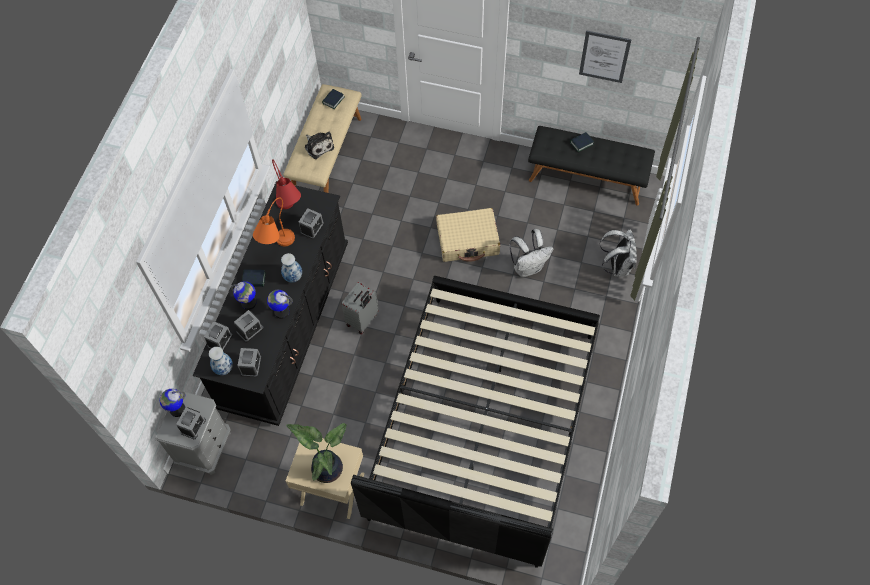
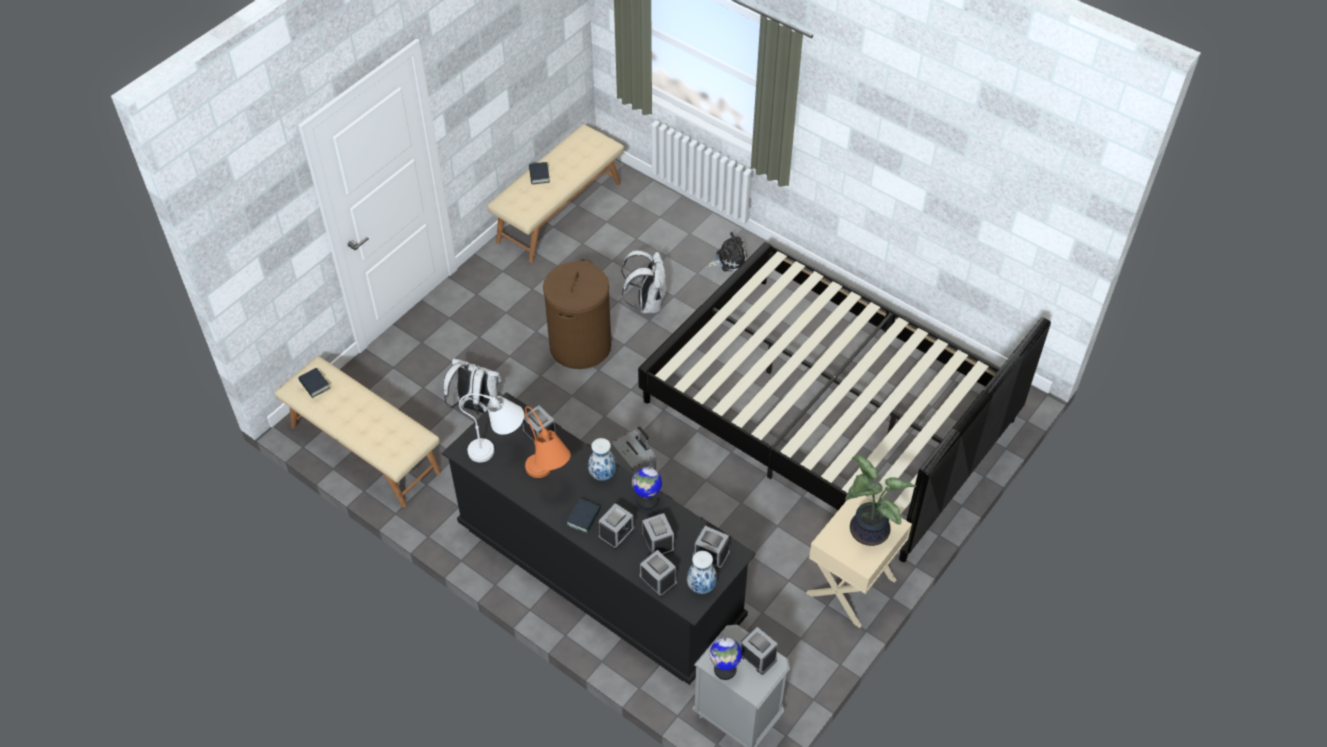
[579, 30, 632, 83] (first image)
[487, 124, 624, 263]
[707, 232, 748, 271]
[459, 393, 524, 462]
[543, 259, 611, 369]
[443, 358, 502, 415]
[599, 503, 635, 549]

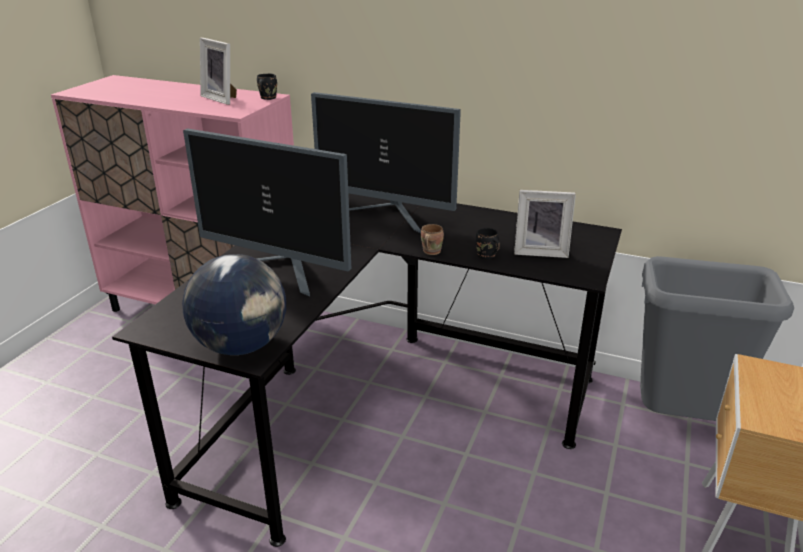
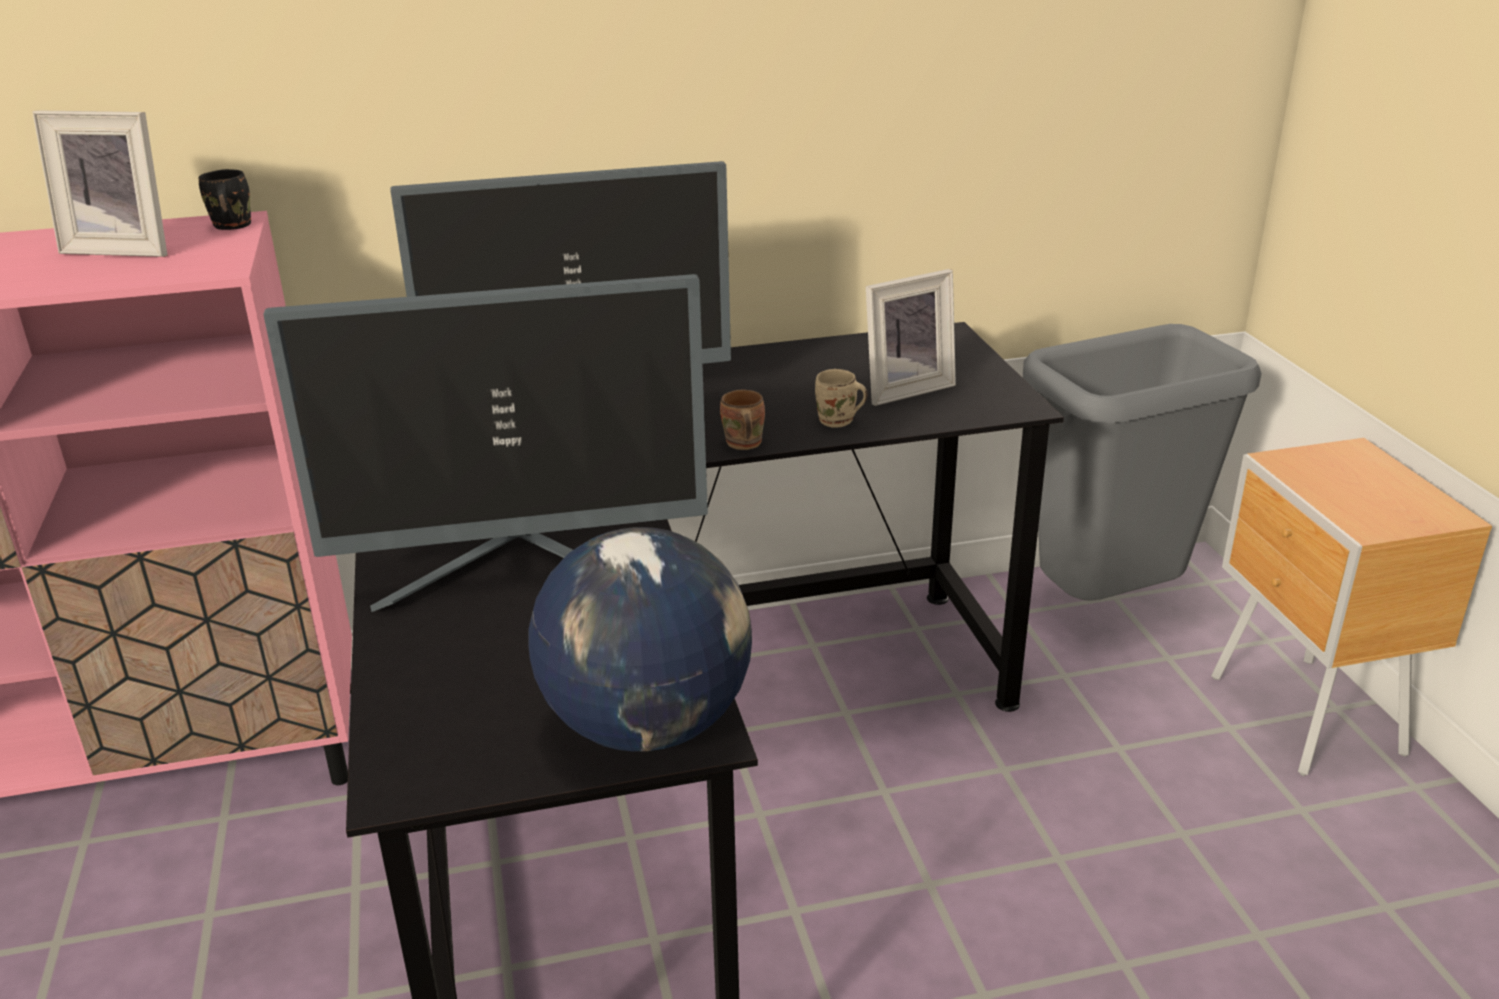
[815, 369, 867, 428]

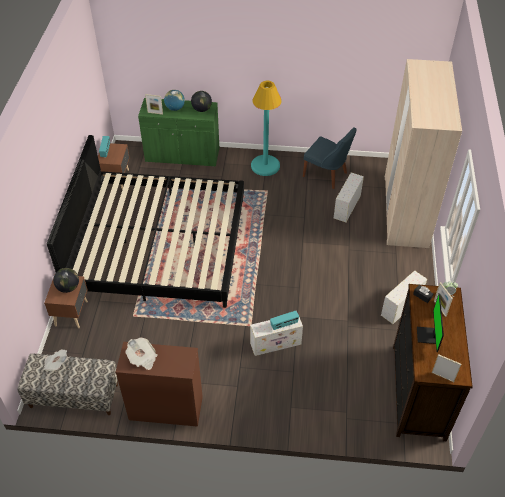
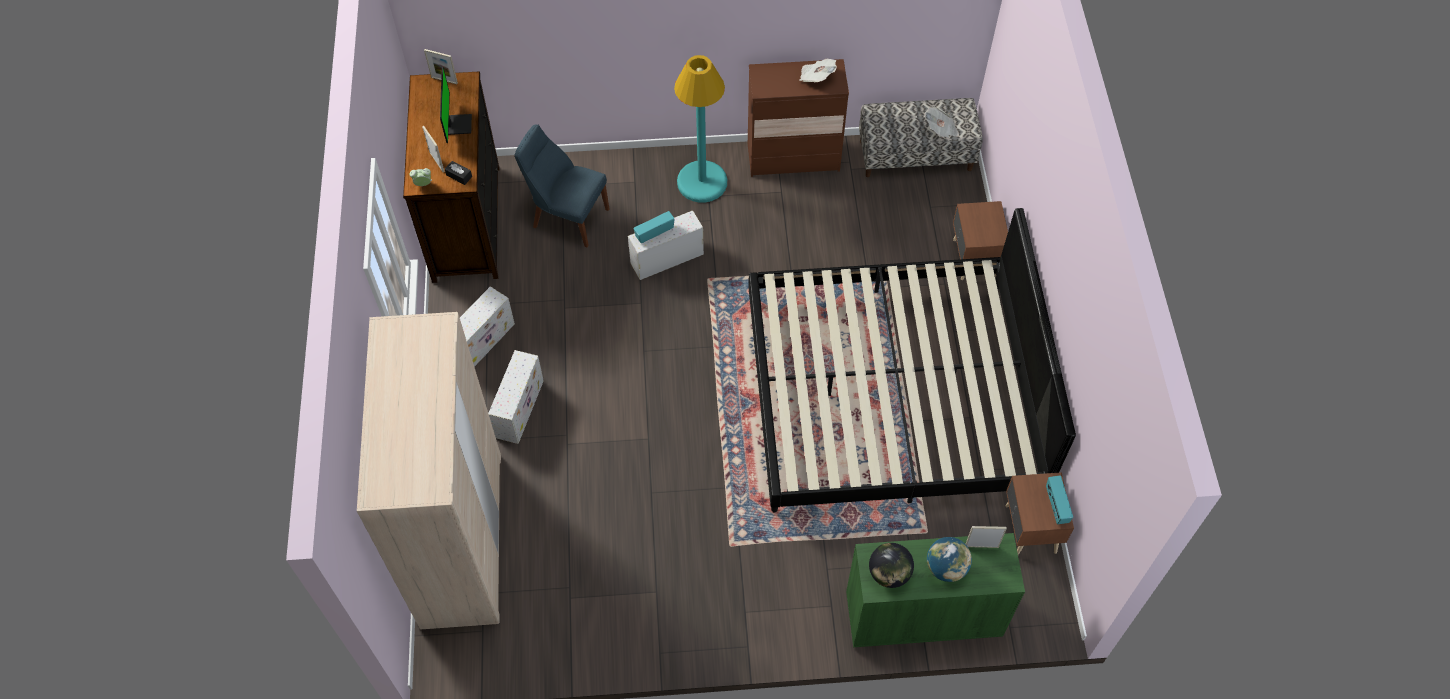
[674, 55, 727, 203]
[515, 124, 610, 247]
[488, 350, 544, 444]
[53, 268, 79, 293] (first image)

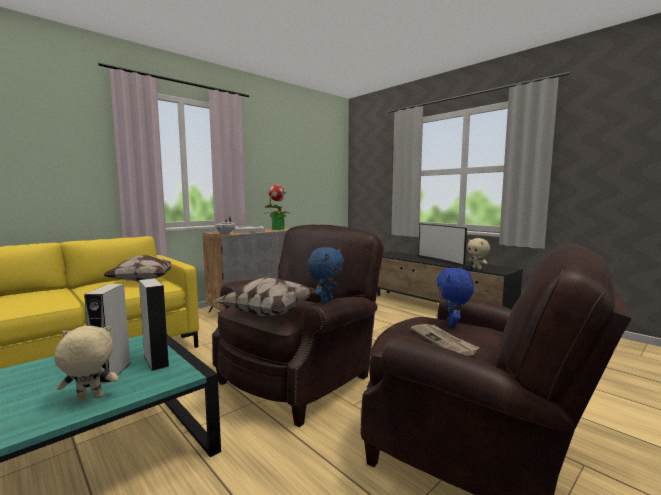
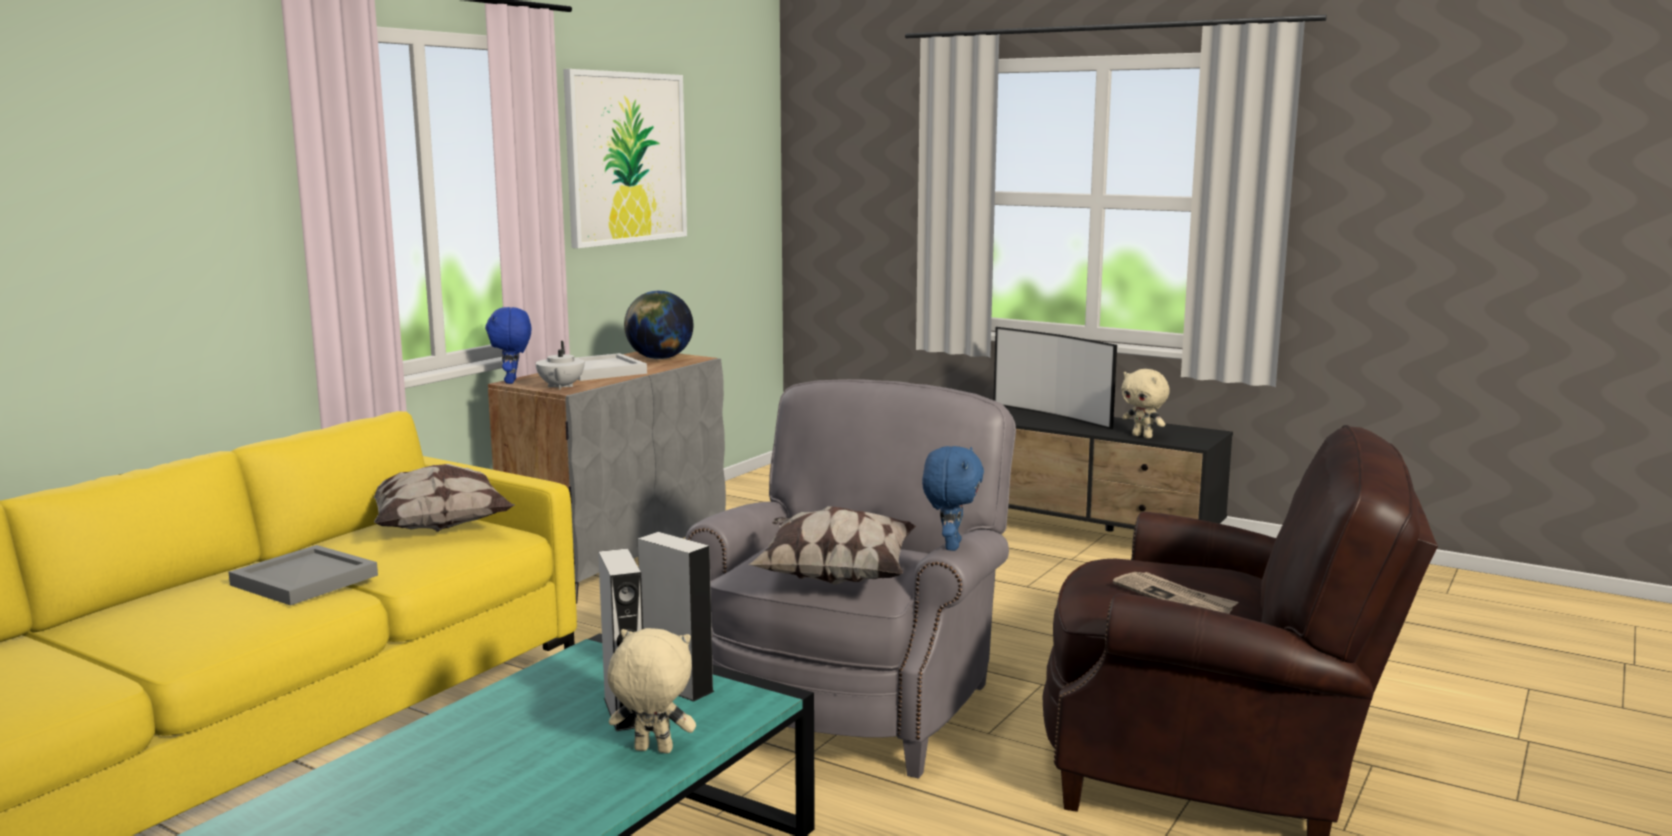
[624, 291, 693, 359]
[685, 379, 1016, 779]
[485, 307, 531, 384]
[607, 628, 696, 753]
[563, 69, 687, 248]
[229, 545, 378, 606]

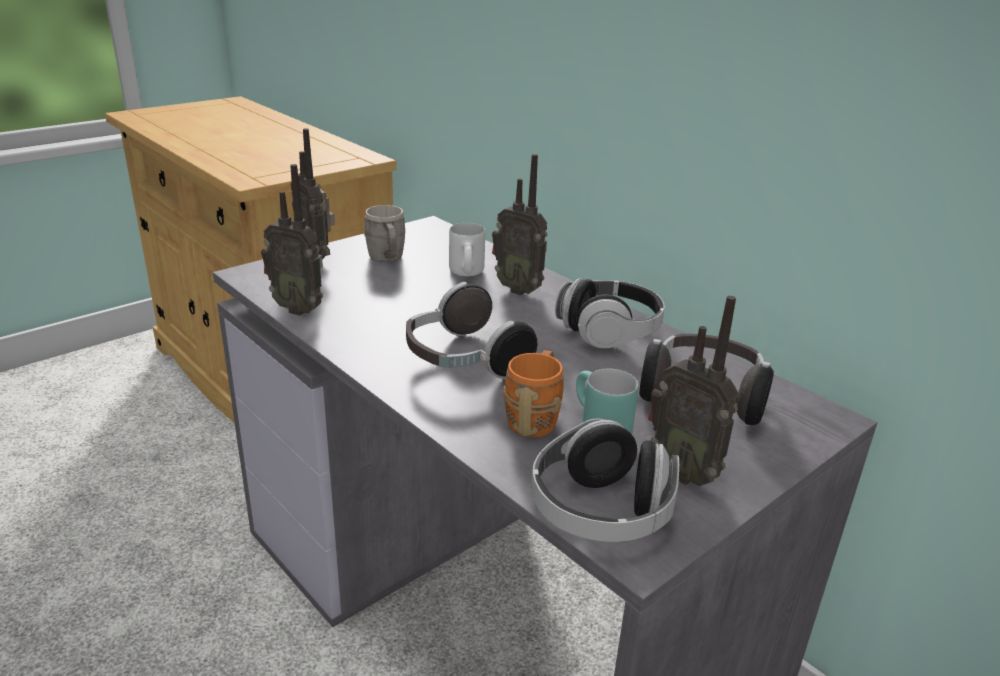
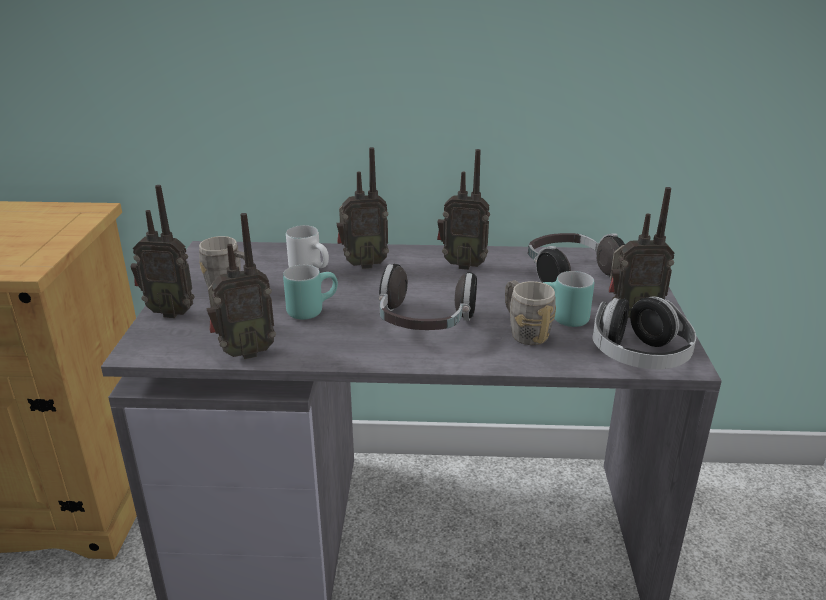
[437, 149, 490, 270]
[505, 281, 556, 345]
[283, 265, 338, 320]

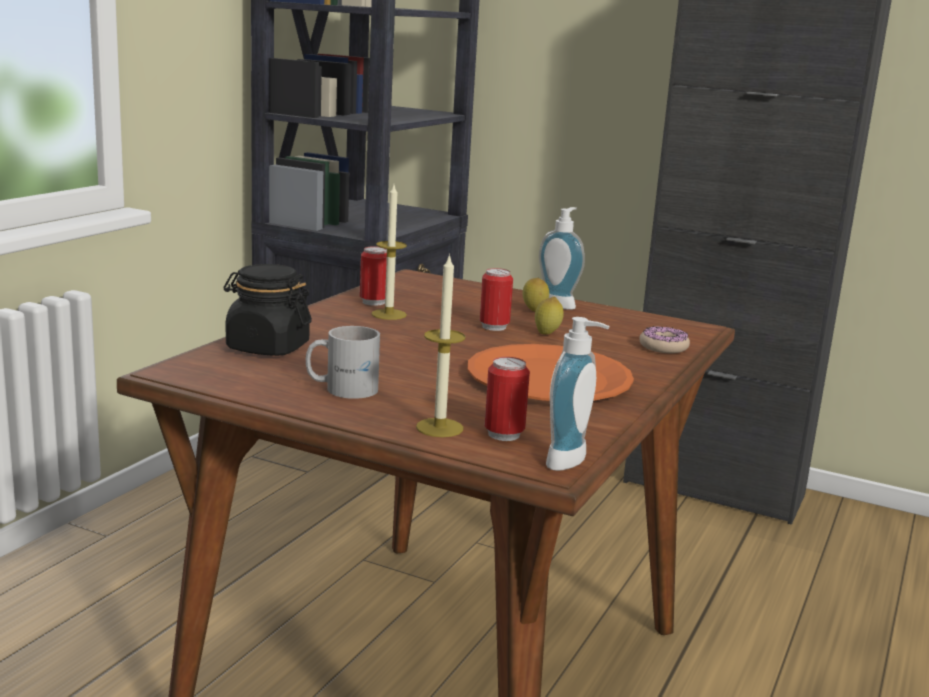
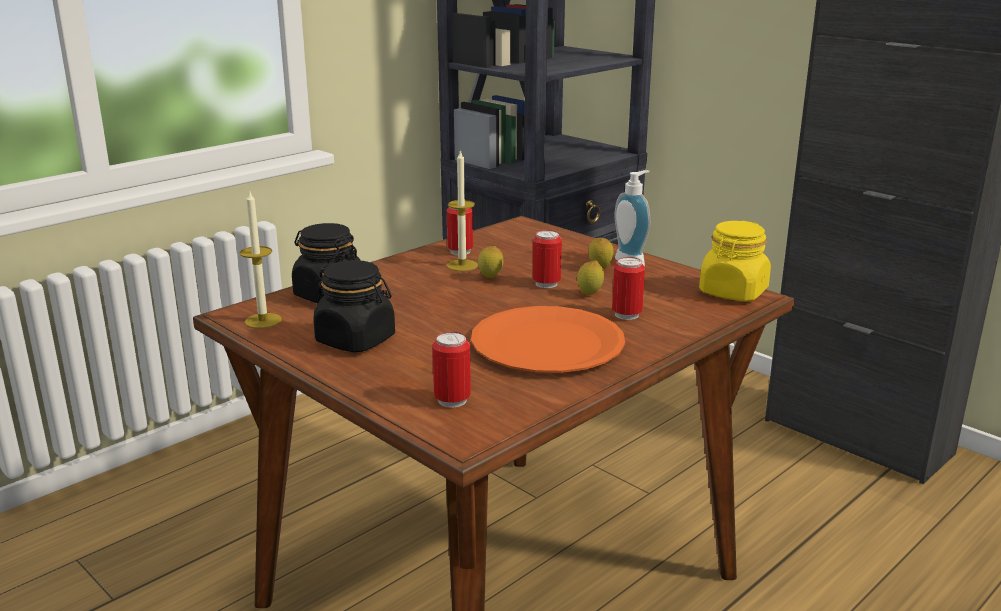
[240, 189, 282, 329]
[546, 317, 609, 471] (first image)
[313, 260, 395, 352]
[639, 327, 690, 353] (first image)
[699, 221, 771, 301]
[478, 246, 503, 278]
[612, 257, 645, 320]

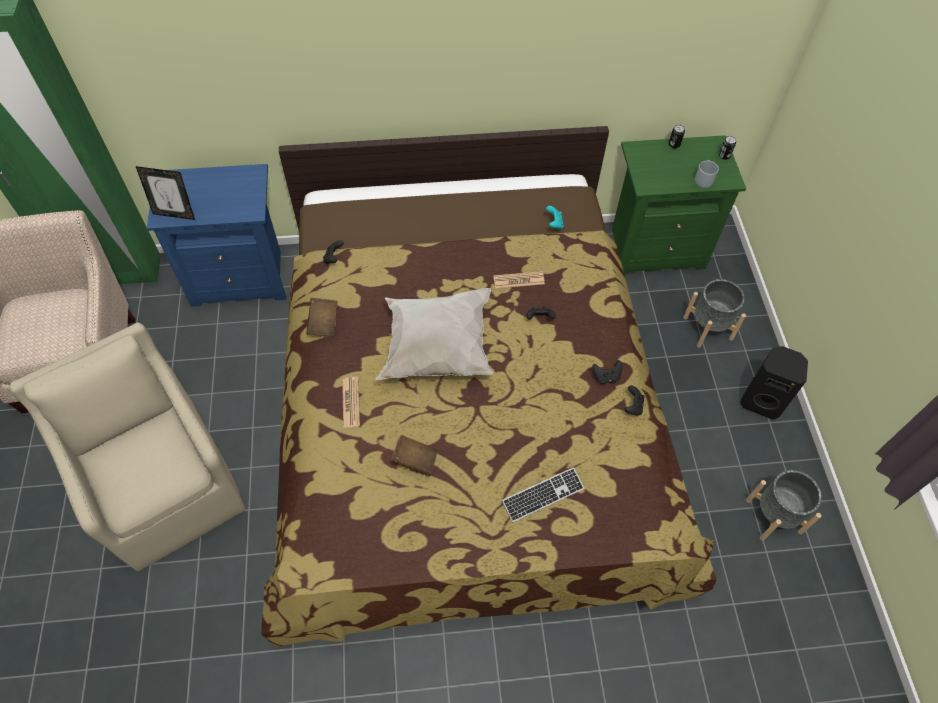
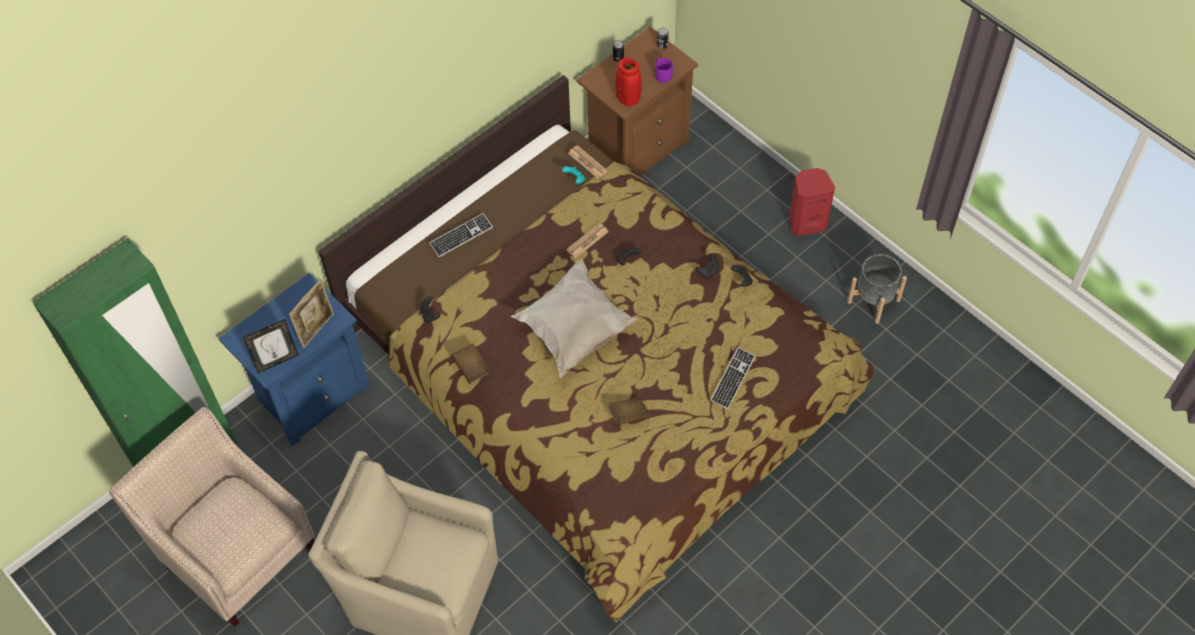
[576, 27, 698, 176]
[655, 58, 673, 83]
[683, 279, 746, 348] (first image)
[789, 168, 835, 236]
[568, 145, 608, 179]
[615, 58, 642, 106]
[429, 213, 493, 257]
[289, 279, 334, 348]

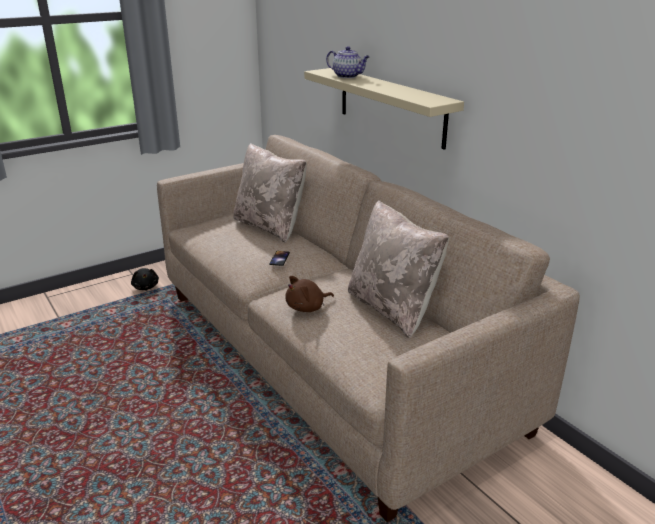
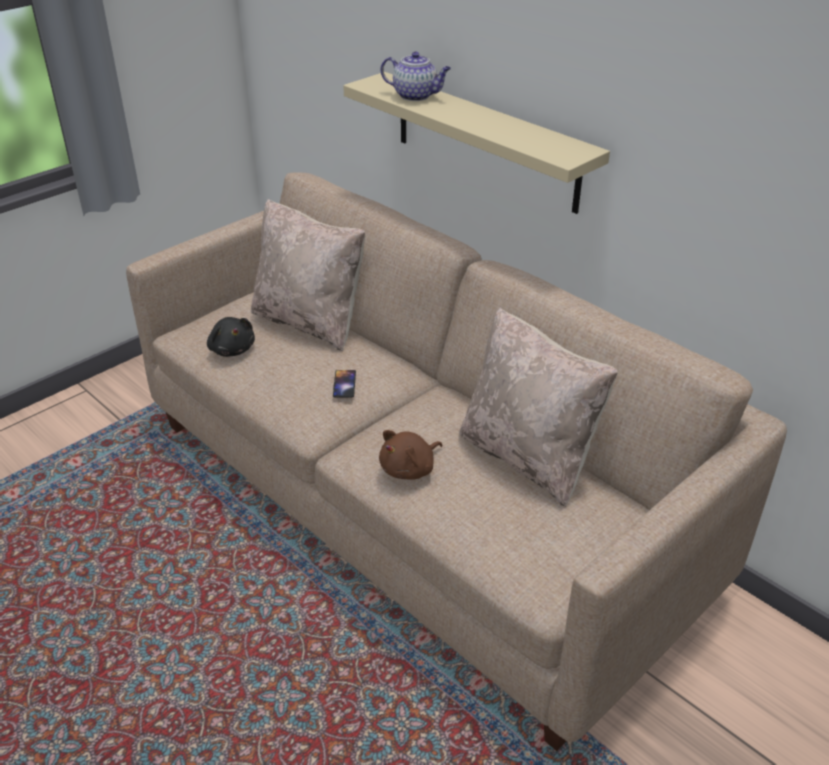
[207, 317, 255, 357]

